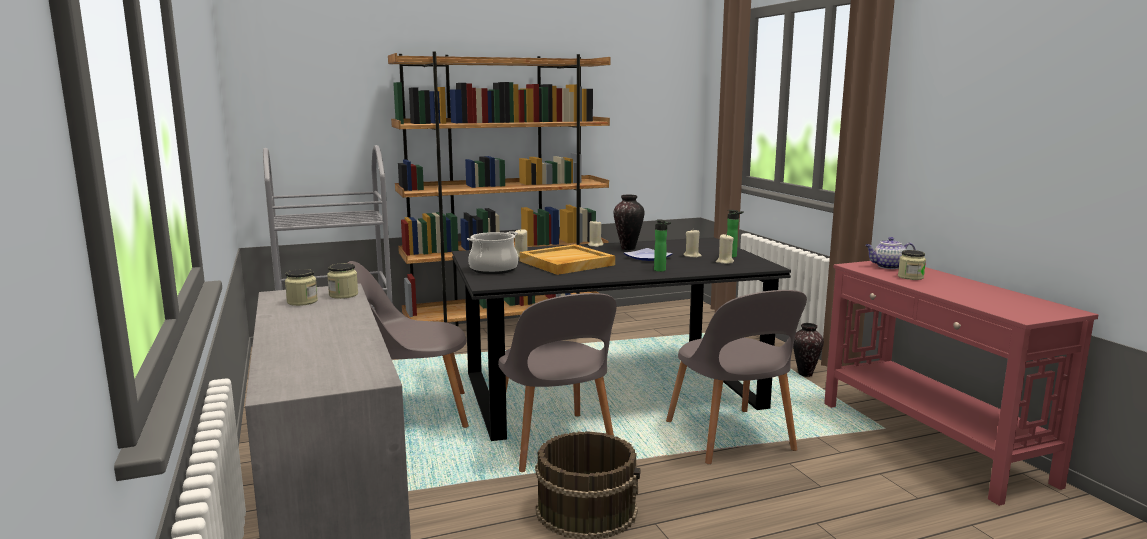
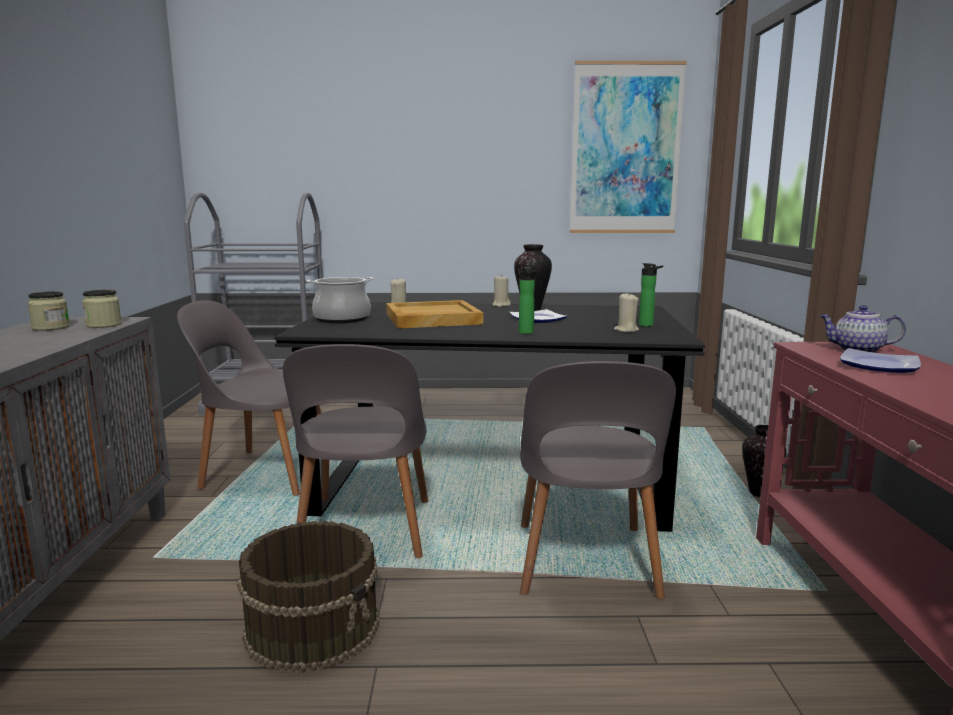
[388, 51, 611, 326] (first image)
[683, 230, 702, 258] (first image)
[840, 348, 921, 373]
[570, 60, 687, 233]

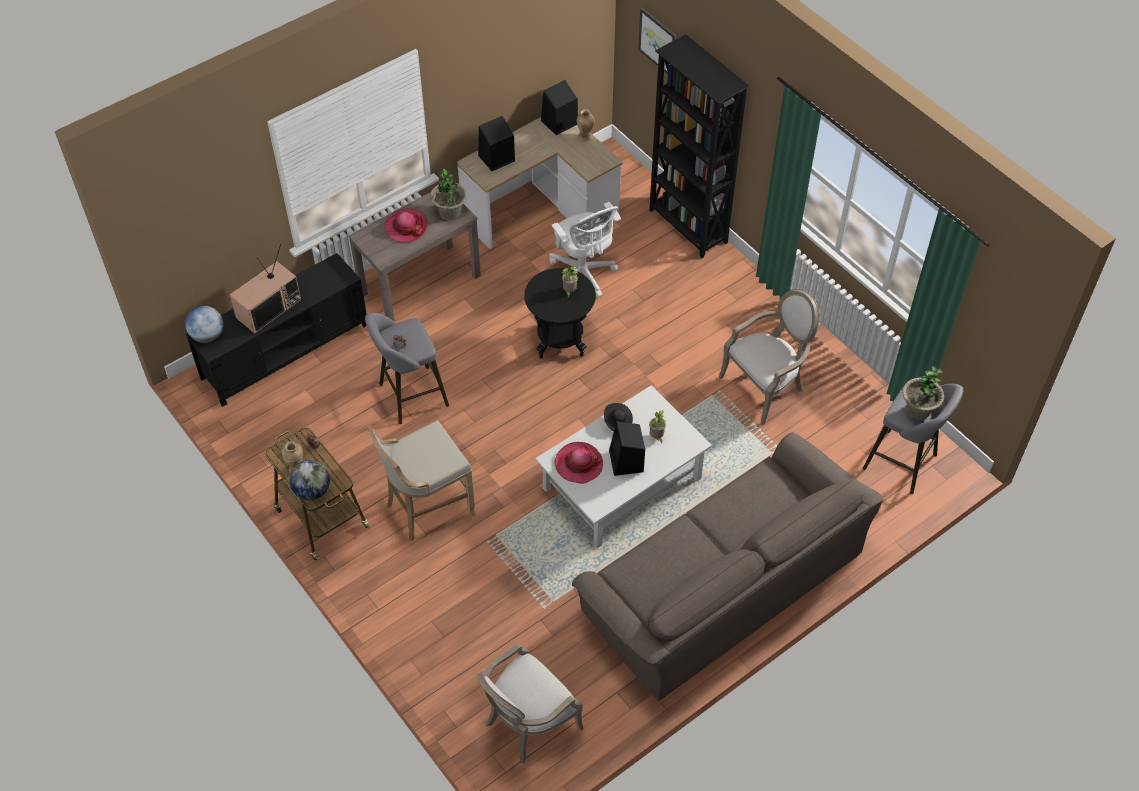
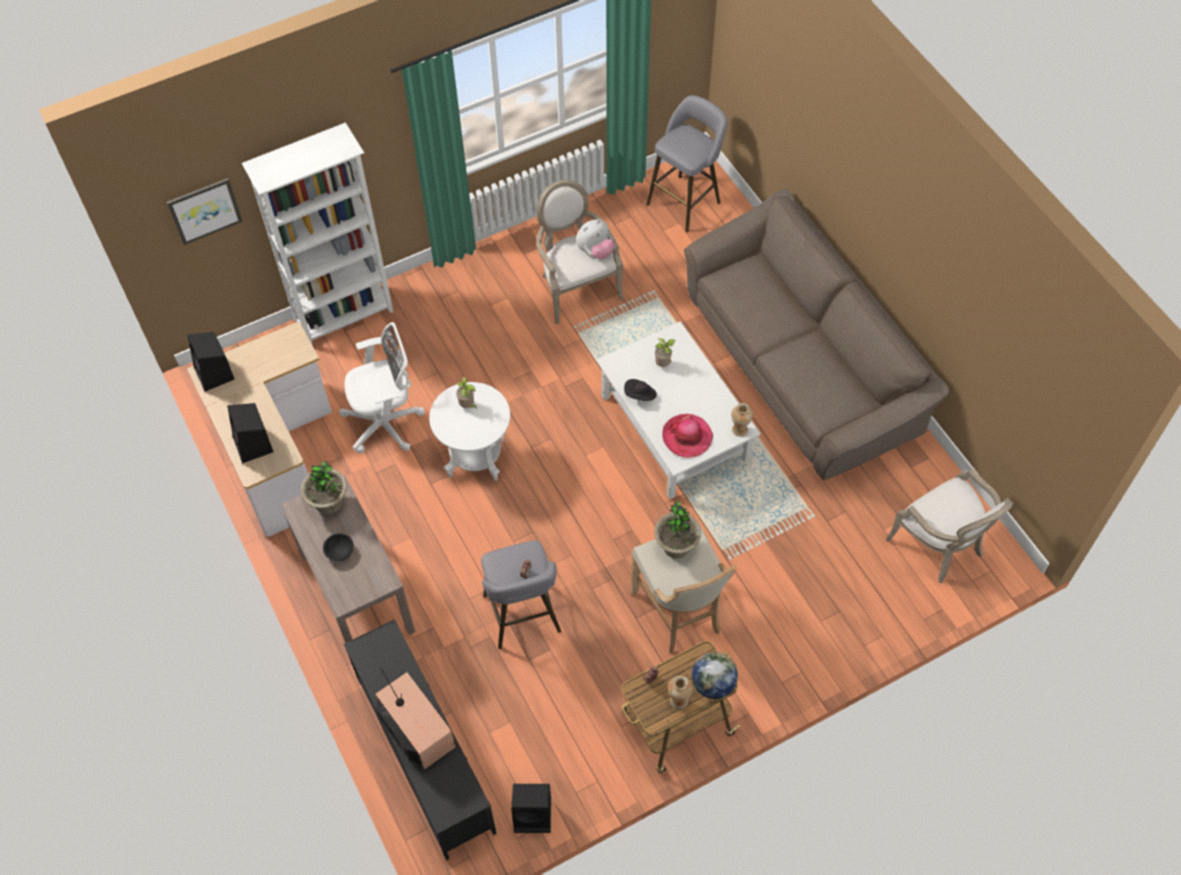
[242, 122, 393, 344]
[731, 403, 753, 437]
[323, 533, 354, 561]
[429, 382, 510, 481]
[185, 306, 224, 343] (first image)
[654, 501, 701, 559]
[511, 784, 551, 833]
[576, 220, 615, 259]

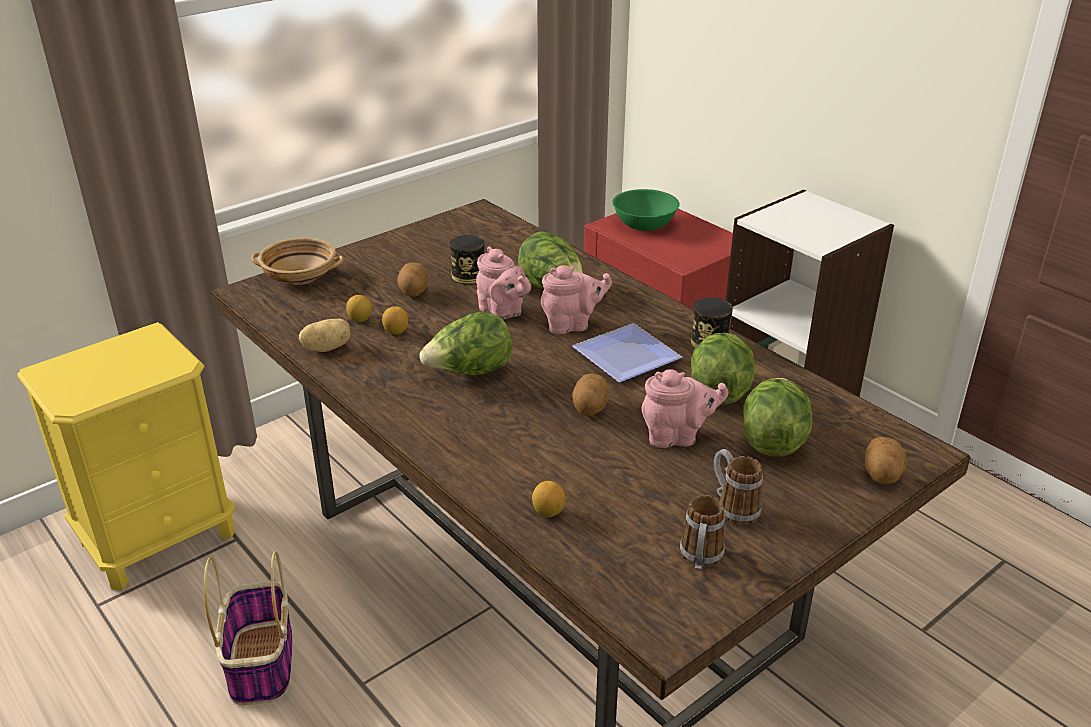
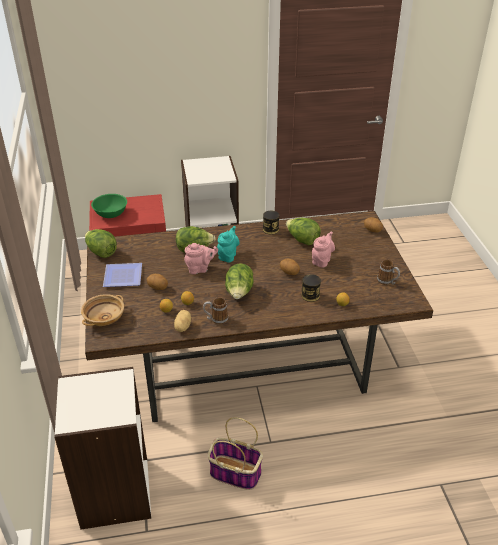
[301, 274, 321, 302]
[217, 226, 240, 262]
[54, 367, 151, 530]
[103, 263, 142, 287]
[85, 229, 117, 258]
[203, 297, 228, 324]

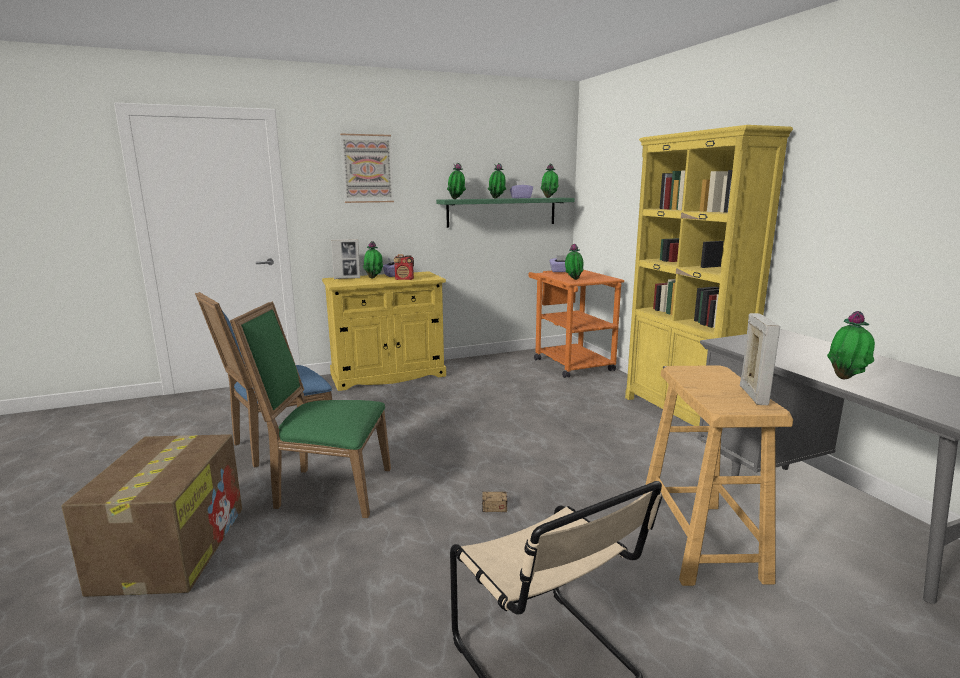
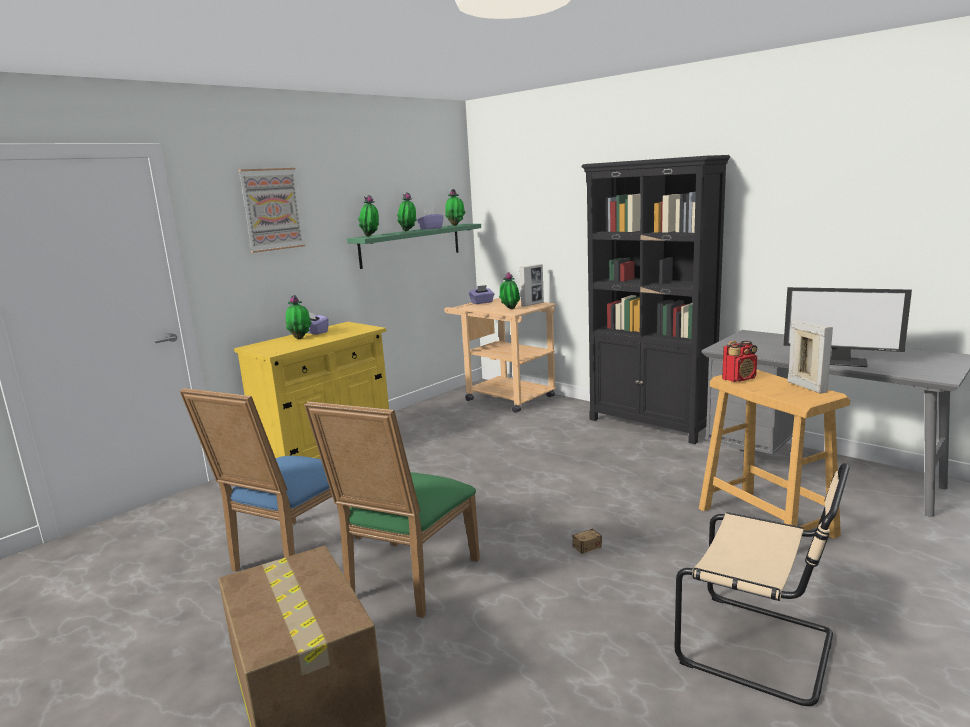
[581, 155, 731, 444]
[520, 264, 544, 307]
[722, 341, 757, 382]
[444, 298, 556, 413]
[304, 401, 480, 618]
[784, 287, 912, 367]

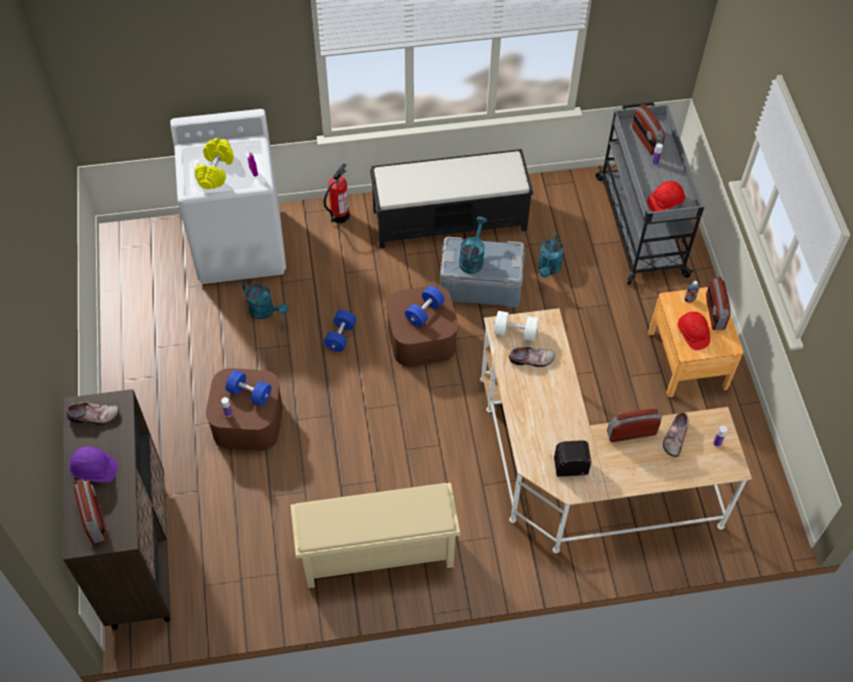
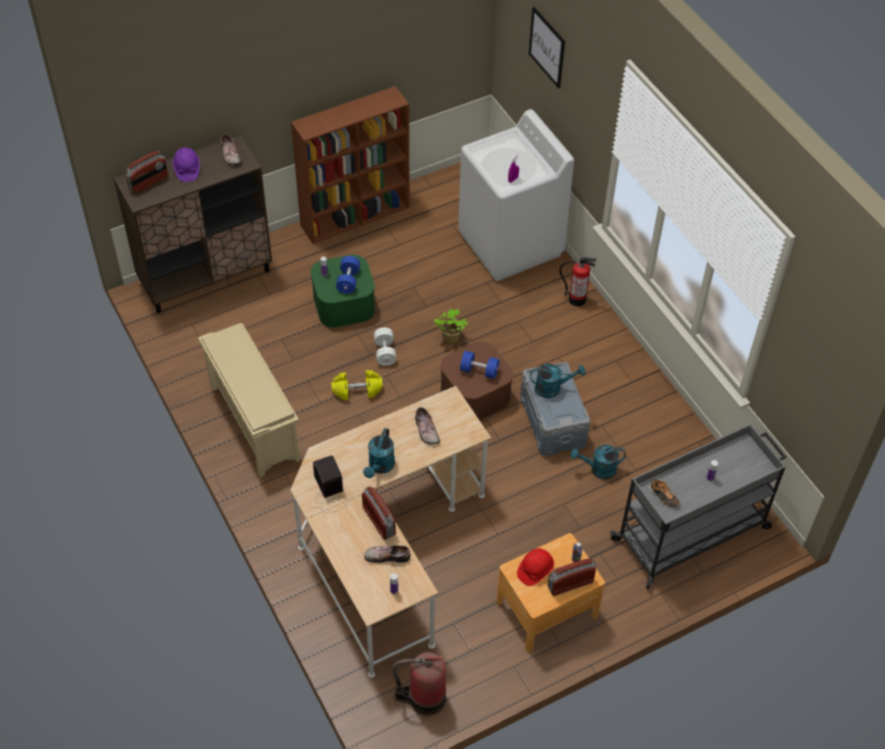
[632, 104, 665, 155] (first image)
[331, 370, 383, 400]
[370, 149, 533, 248] (first image)
[649, 478, 680, 508]
[363, 428, 395, 478]
[433, 308, 468, 343]
[374, 328, 396, 366]
[311, 255, 375, 328]
[529, 7, 565, 89]
[291, 86, 410, 244]
[392, 652, 446, 715]

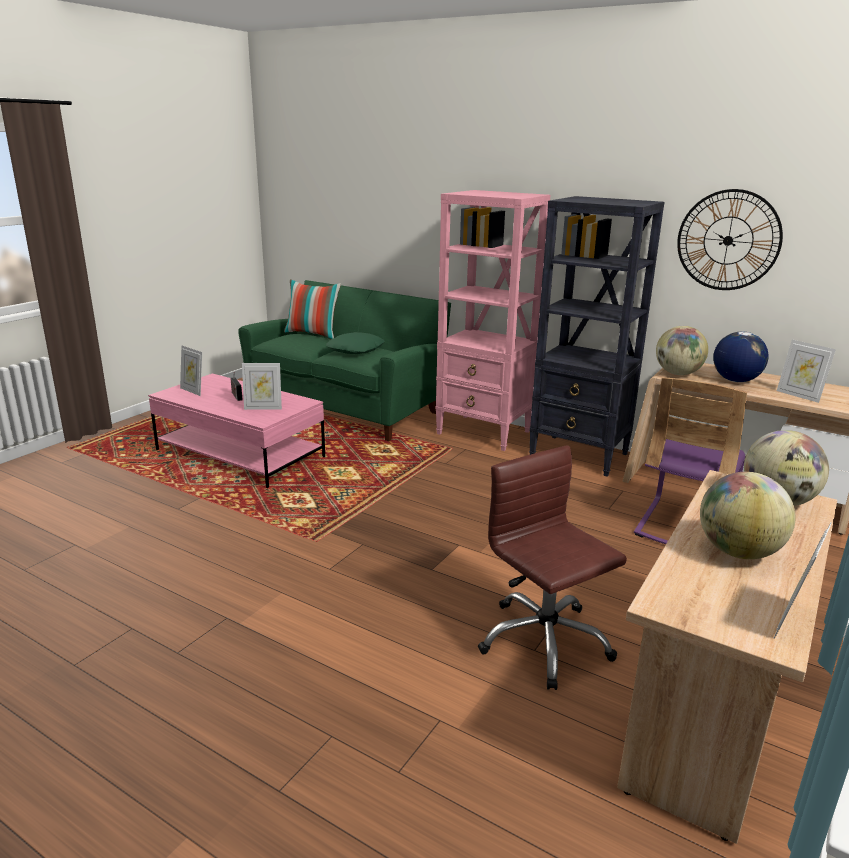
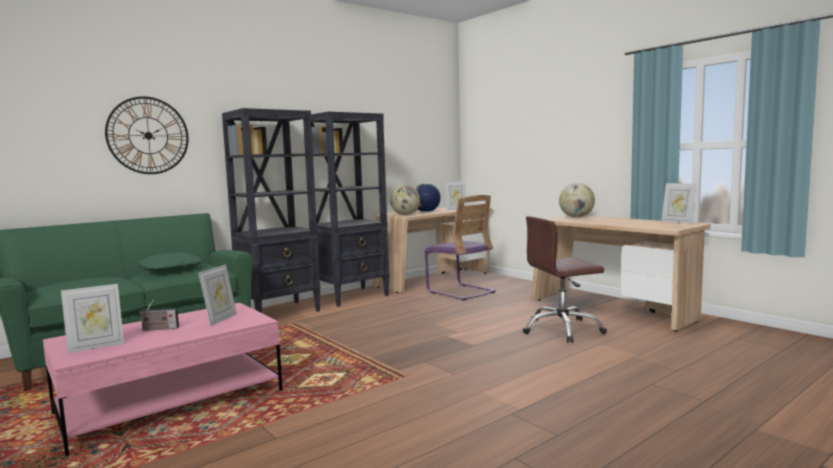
[105, 97, 189, 174]
[222, 108, 321, 313]
[284, 279, 341, 339] (first image)
[700, 472, 796, 559] (first image)

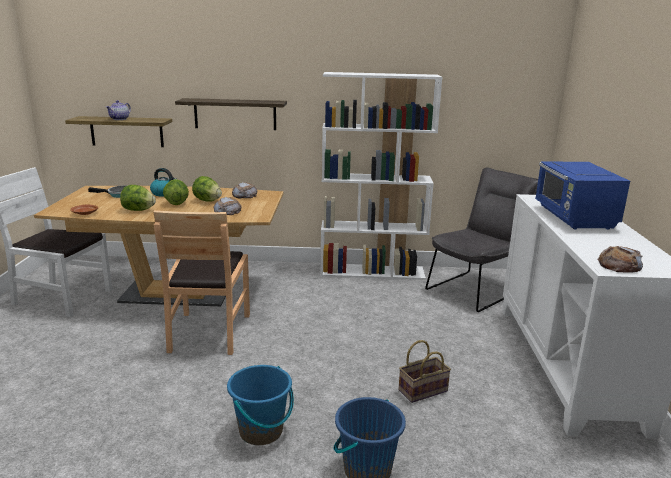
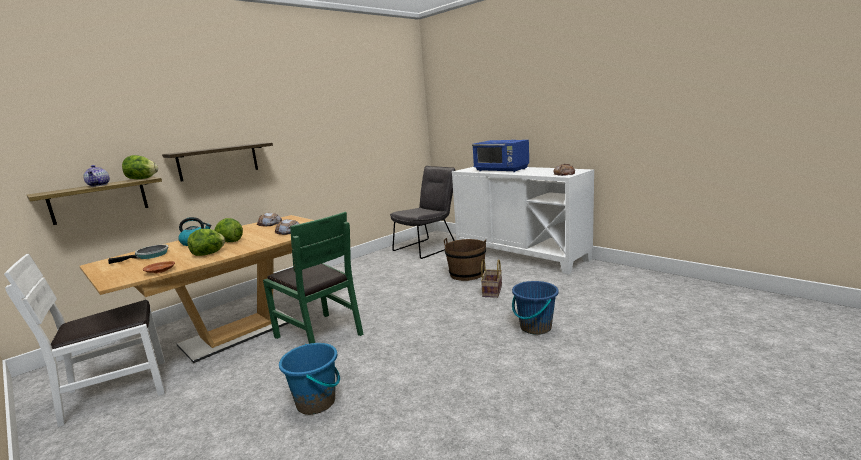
[320, 72, 442, 280] (first image)
[390, 166, 456, 259]
[122, 155, 158, 179]
[263, 212, 363, 344]
[279, 343, 340, 415]
[444, 238, 486, 281]

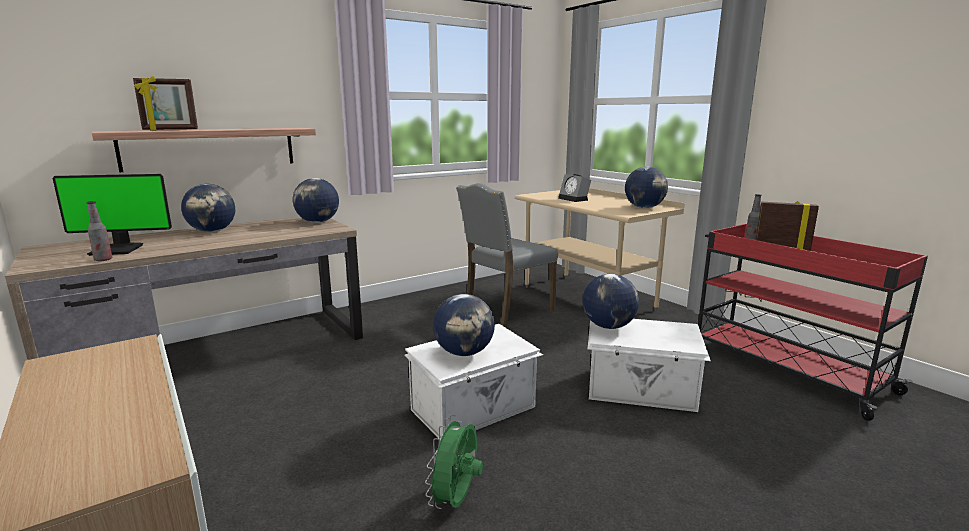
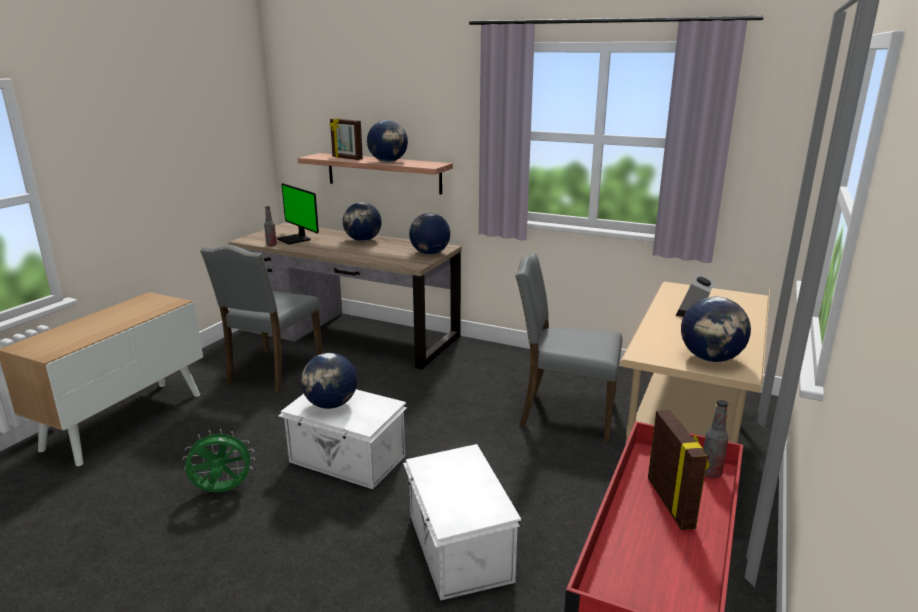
[367, 120, 408, 162]
[200, 245, 323, 392]

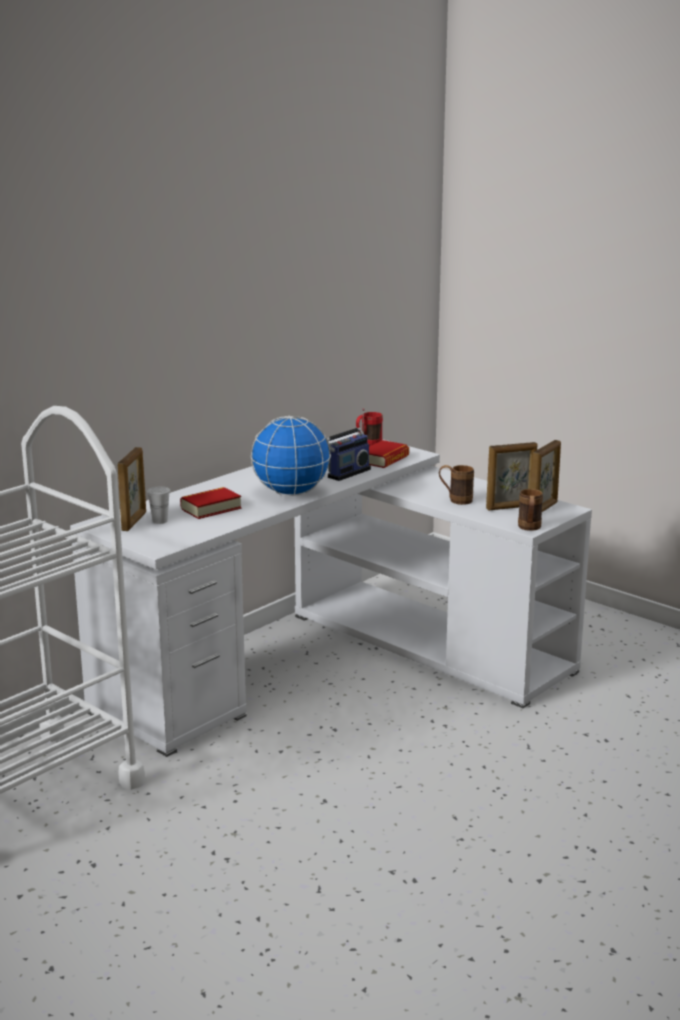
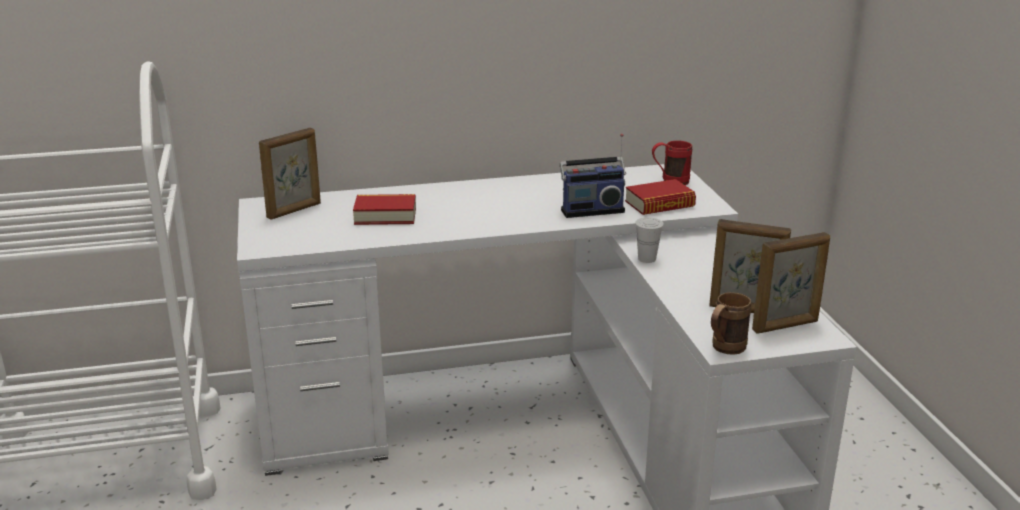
[251, 416, 331, 496] (first image)
[439, 465, 474, 505] (first image)
[635, 217, 664, 263]

